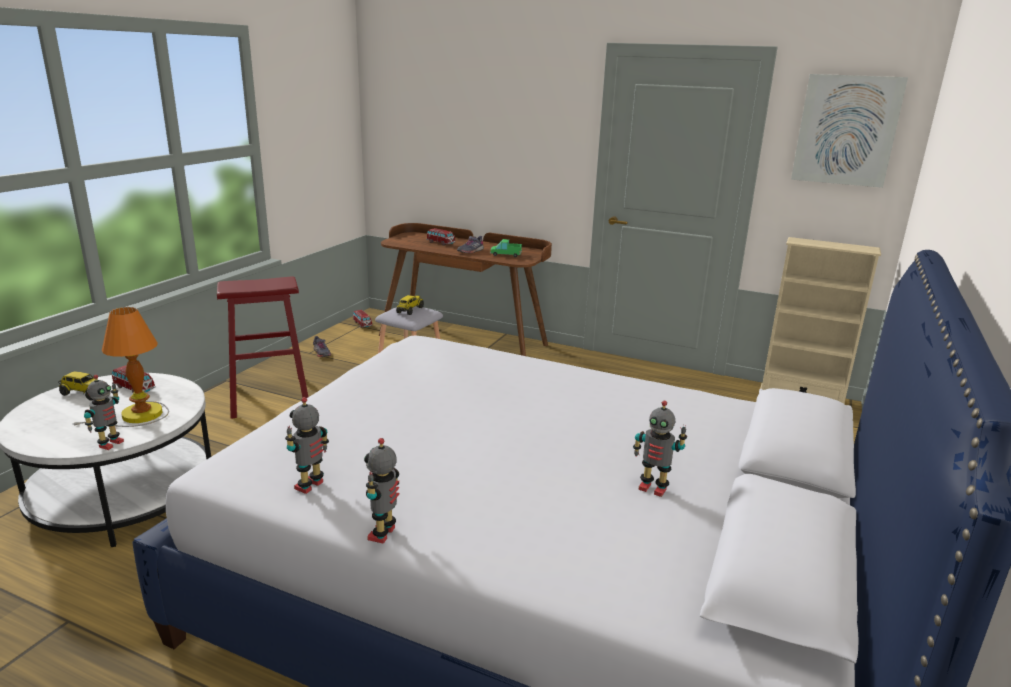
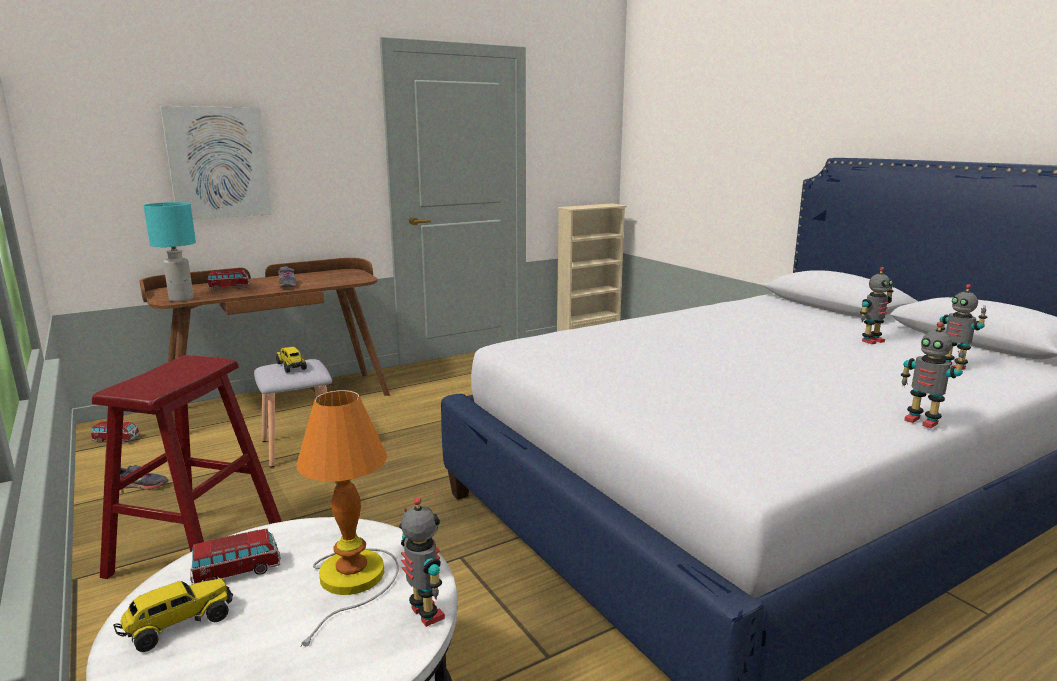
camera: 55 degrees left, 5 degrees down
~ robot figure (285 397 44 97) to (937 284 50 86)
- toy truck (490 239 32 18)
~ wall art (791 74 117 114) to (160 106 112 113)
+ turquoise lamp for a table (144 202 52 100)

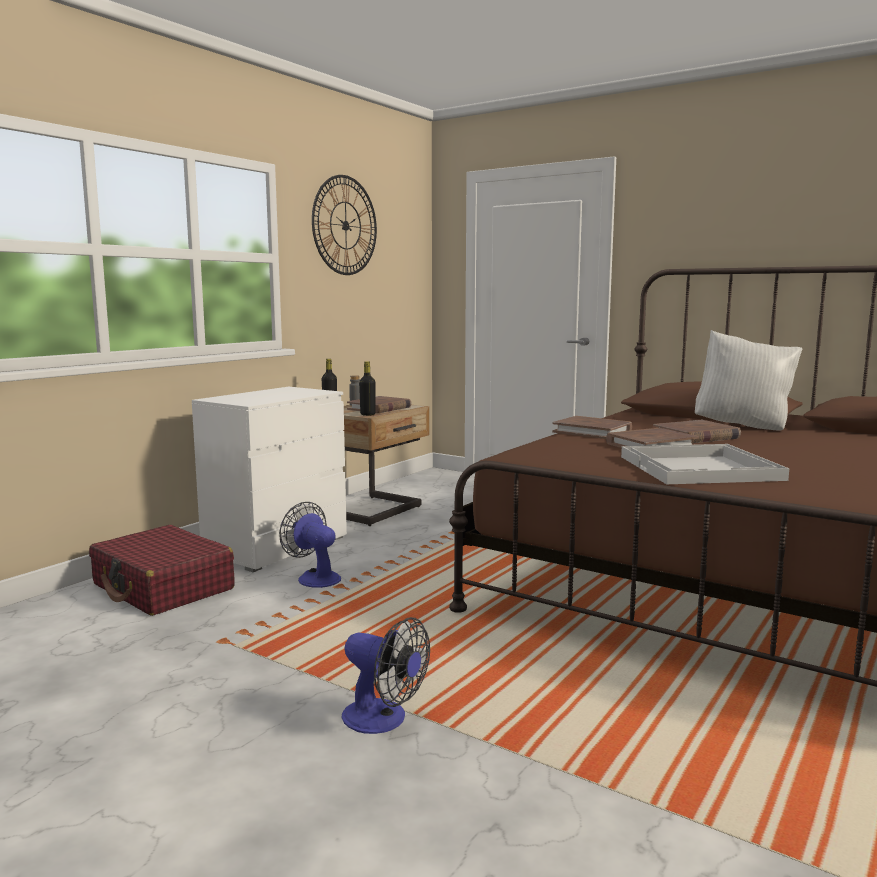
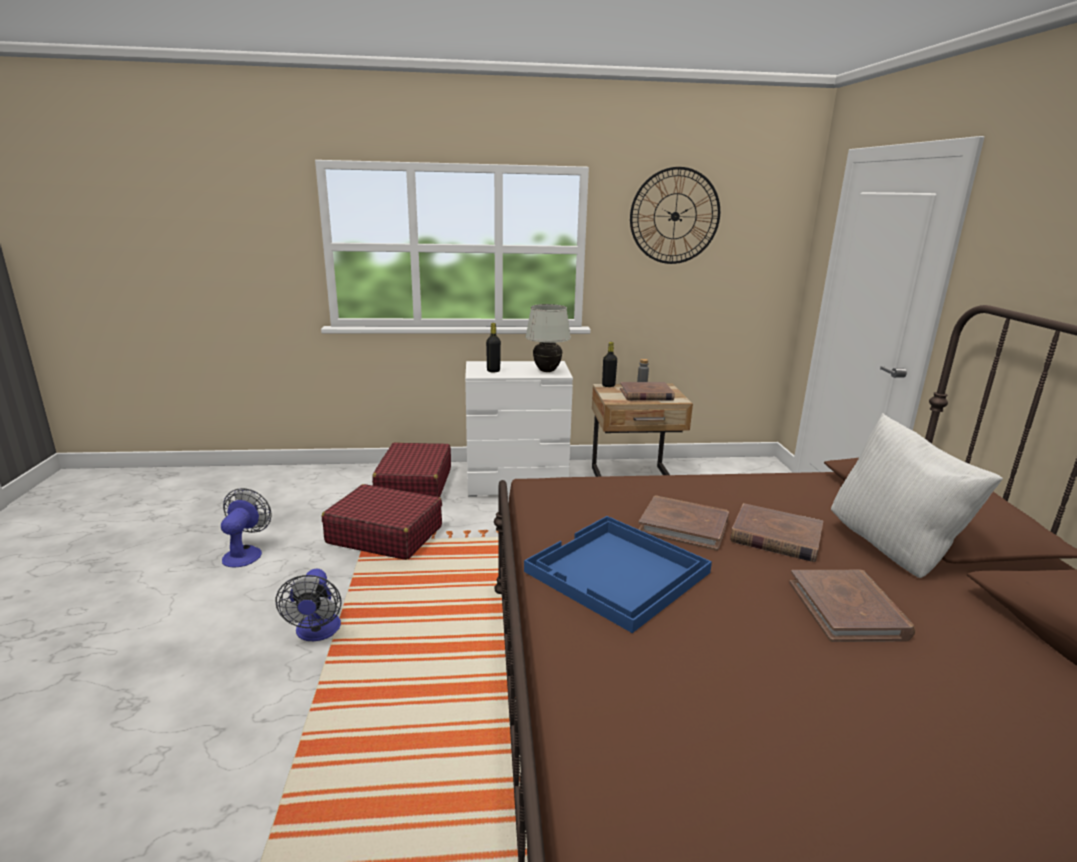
camera: 50 degrees right, 10 degrees up
~ cooling fan (279 502 62 86) to (221 488 51 80)
~ blackish drink bottle (359 361 17 55) to (486 323 15 50)
~ brown book (552 416 80 23) to (789 570 126 72)
~ white carrying tray (621 444 168 40) to blue carrying tray (524 516 188 117)
+ red-coloured travel case (322 484 120 76)
+ white lamp for a table (525 304 46 68)

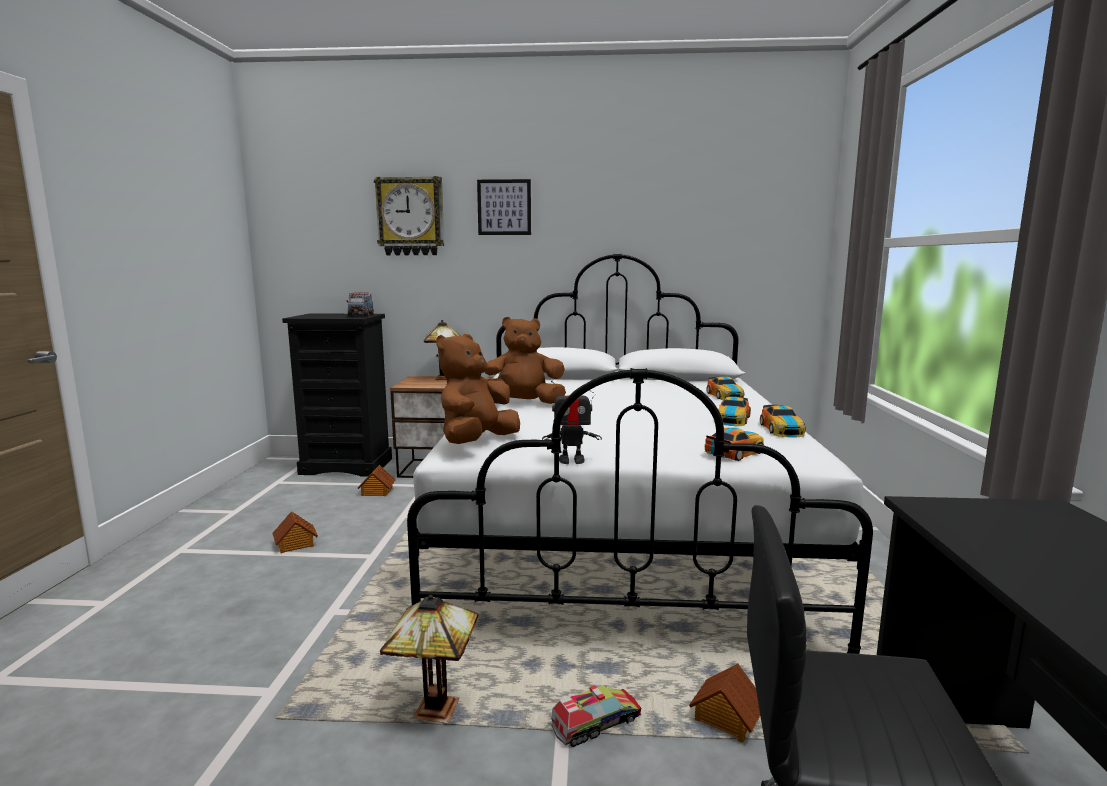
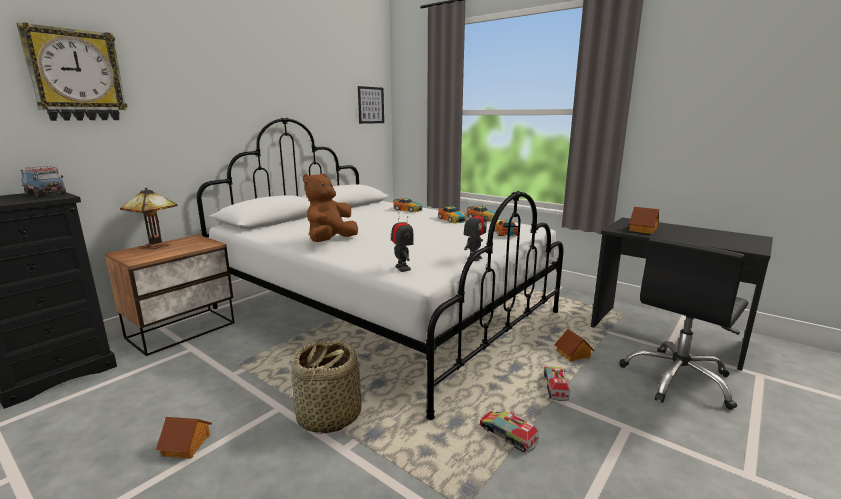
camera: 55 degrees left, 5 degrees up
~ model house (358 465 38 31) to (629 207 31 27)
~ lamp for a table (380 595 98 130) to toy truck (479 411 60 41)
~ brown plush toy (436 334 84 110) to robot figure (391 212 22 60)
~ wall art (477 179 54 56) to (358 86 26 38)
+ basket (291 337 71 97)

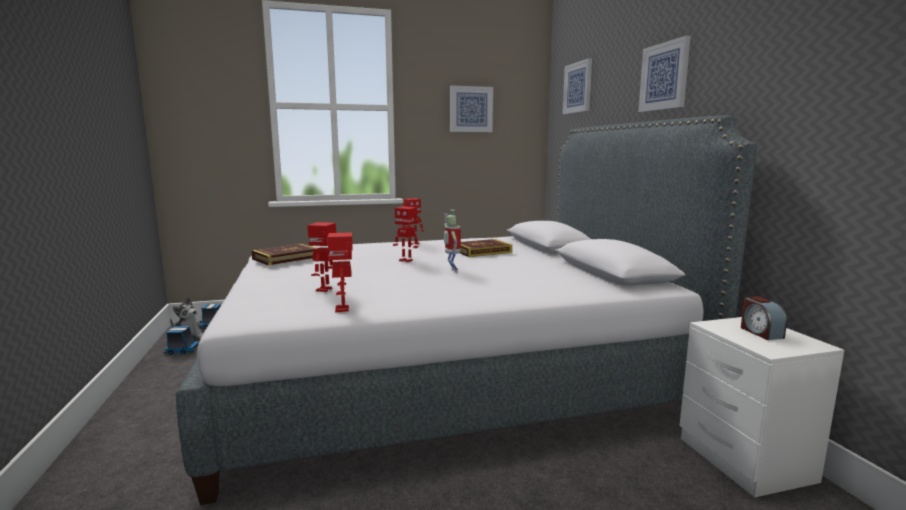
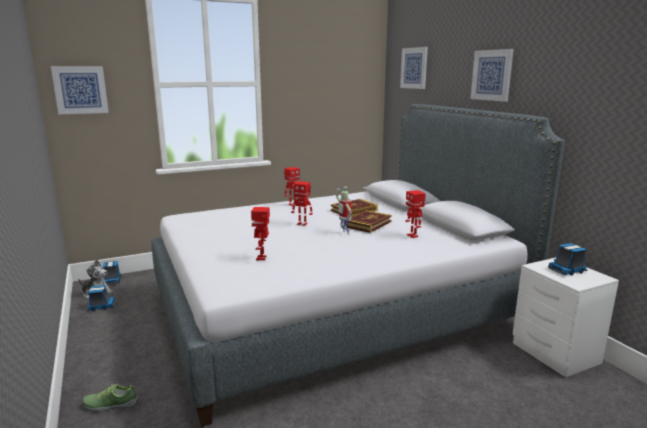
camera: 10 degrees left, 5 degrees up
~ book (251 244 66 21) to (344 210 48 23)
~ robot figure (327 232 26 81) to (405 190 21 48)
~ wall art (450 85 43 47) to (51 66 58 48)
~ table clock (741 296 46 44) to toy truck (548 243 40 33)
+ shoe (82 384 55 28)

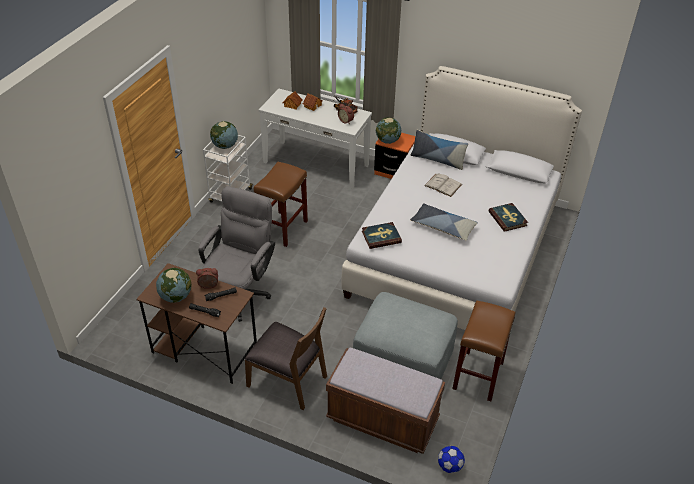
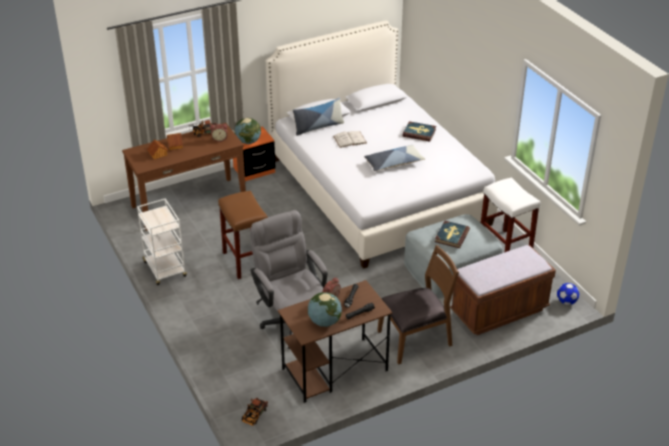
camera: 50 degrees left, 5 degrees down
- desk globe (210 121 28 28)
~ white console table (259 89 113 100) to brown console table (122 123 124 108)
~ book (362 222 40 27) to (435 221 35 27)
~ brown stool (452 300 63 101) to white stool (481 177 59 76)
+ toy truck (242 397 26 29)

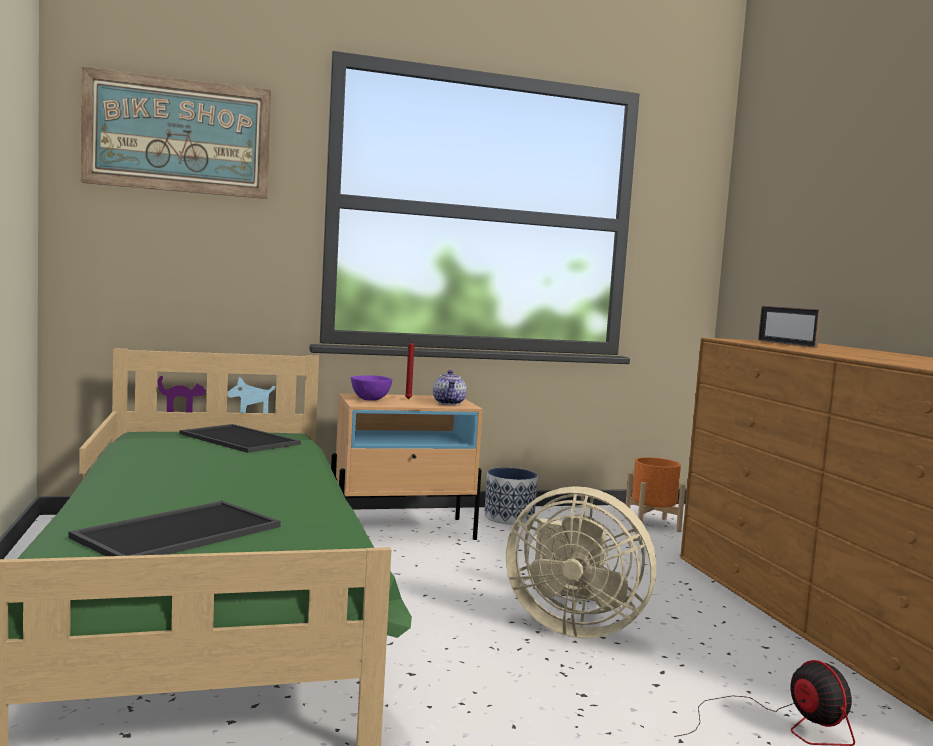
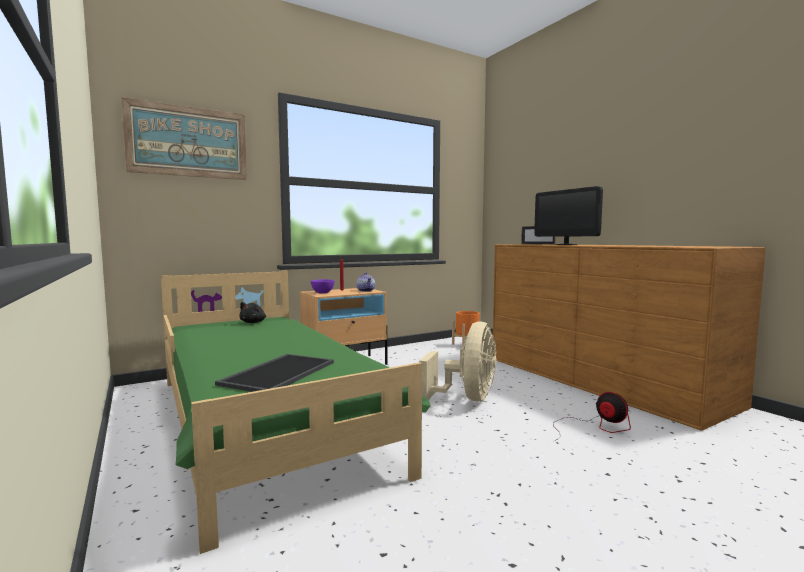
camera: 15 degrees left, 0 degrees up
~ carrying tray (180 424 121 29) to blackish plush toy (239 302 27 21)
- flower pot (484 468 54 57)
~ beige cooling fan (506 486 150 153) = (419 321 78 80) 75 degrees counterclockwise
+ computer screen (534 186 69 59)

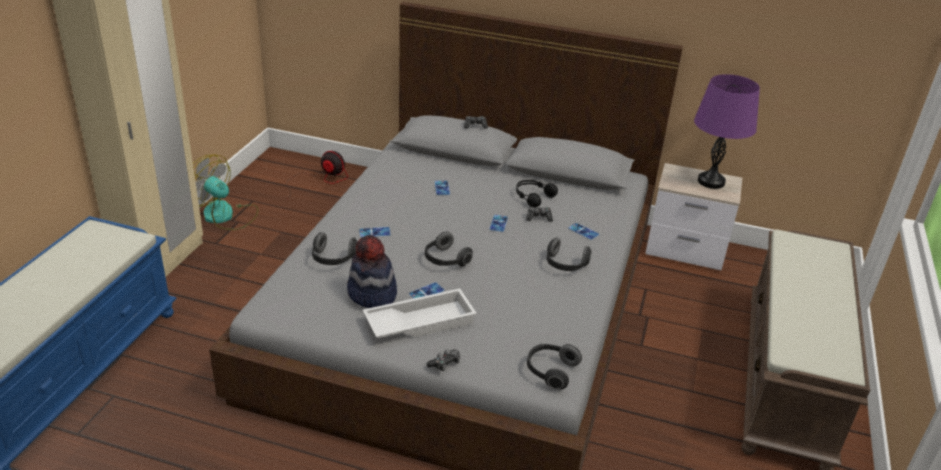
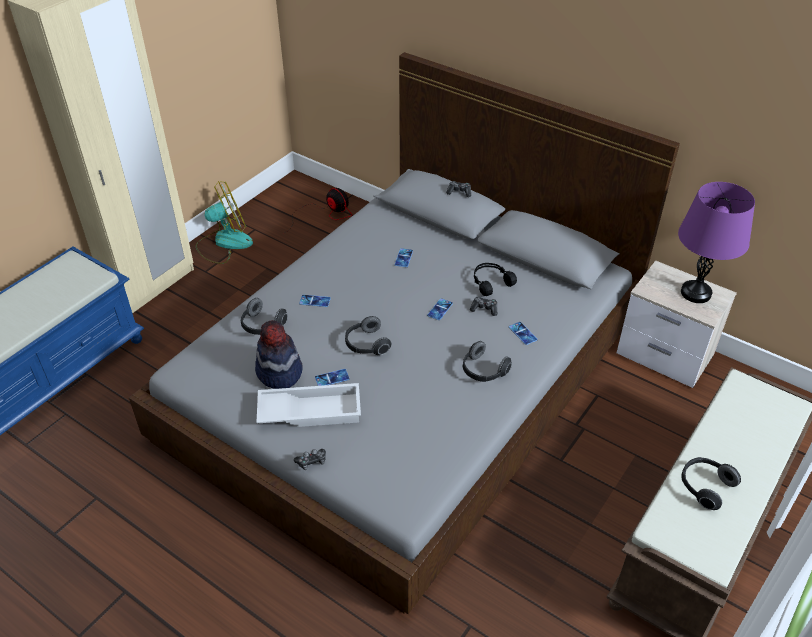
camera: 20 degrees right, 10 degrees up
~ cooling fan (193 155 65 75) = (196 181 57 83) 105 degrees clockwise
~ headphones (527 344 55 46) to (681 457 60 53)

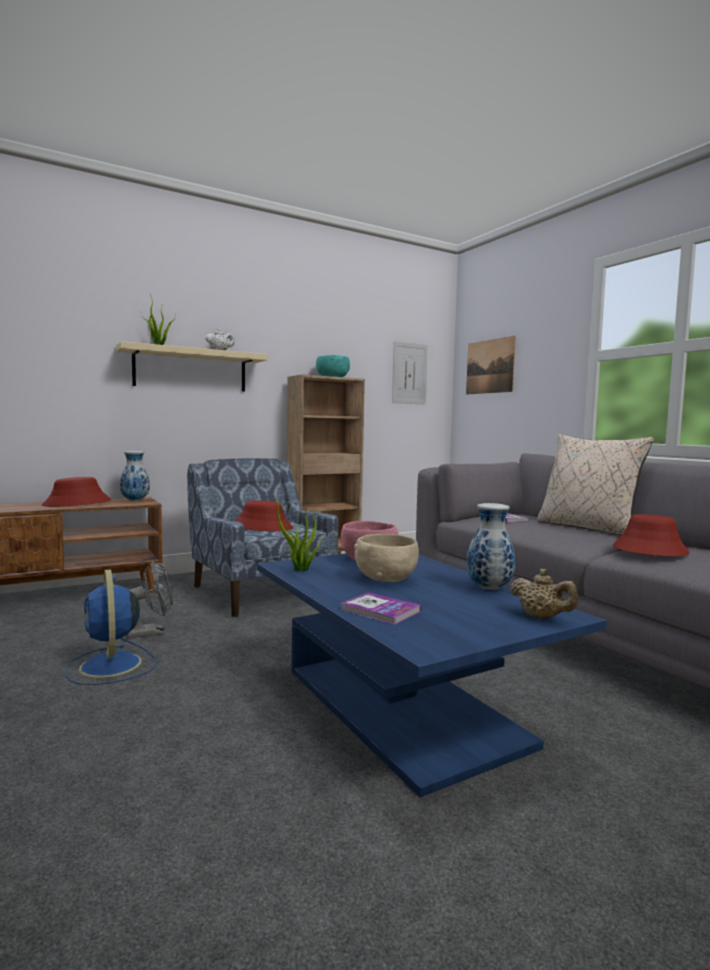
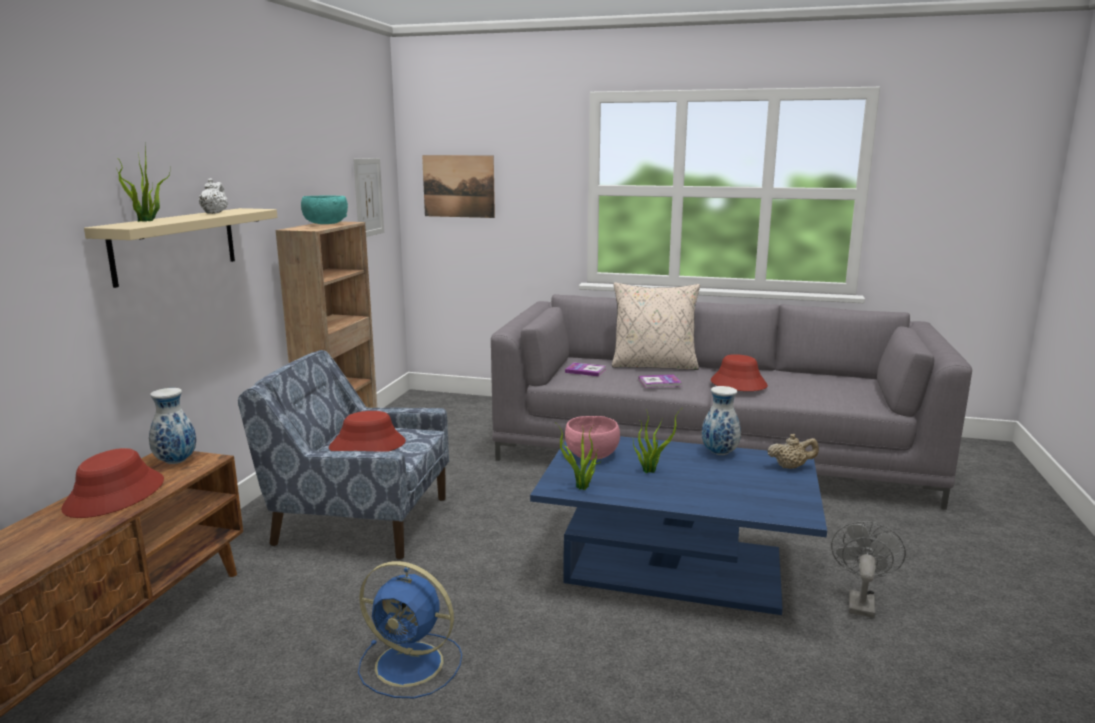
camera: 45 degrees left, 10 degrees up
~ grey cooling fan (127 561 47 77) to (831 521 75 97)
~ book (341 592 80 33) to (639 374 43 14)
~ beige serving bowl (354 534 65 48) to houseplant (633 409 47 64)

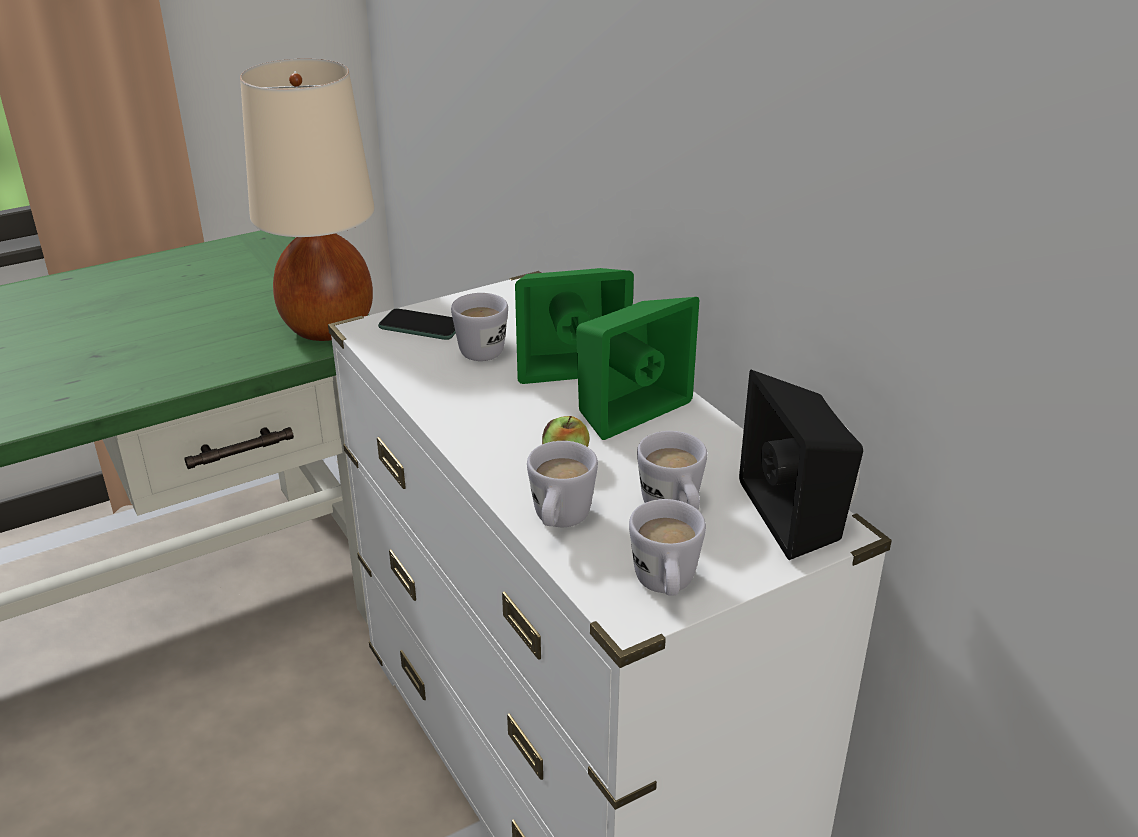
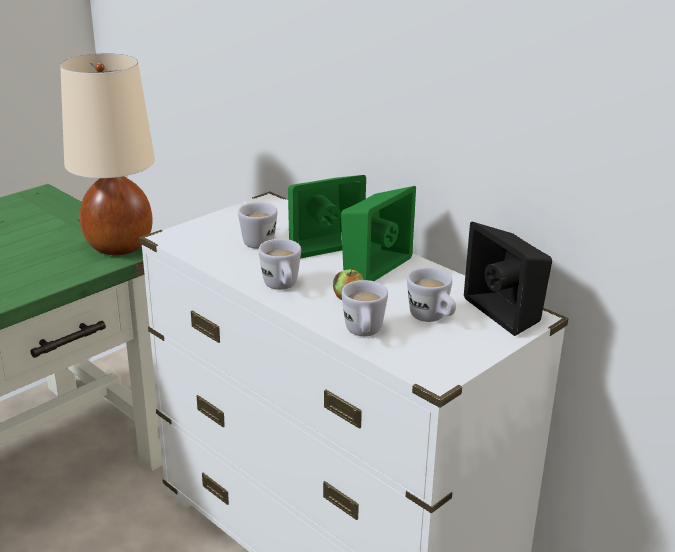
camera: 15 degrees left, 5 degrees down
- phone (378 309 78 31)
~ white mug (629 499 77 97) to (258 239 43 51)

